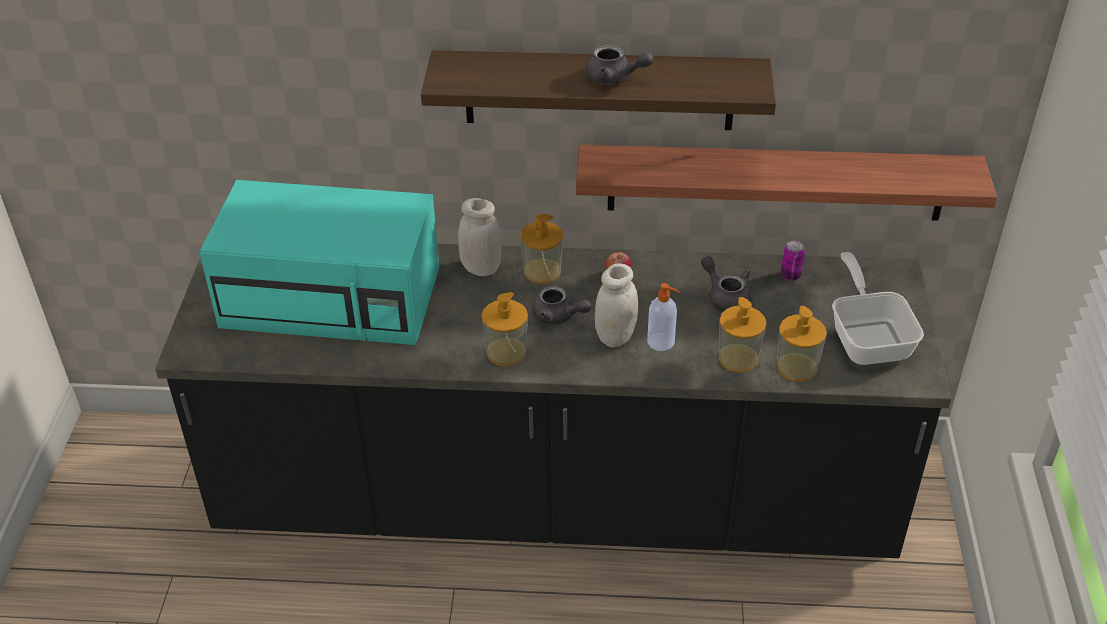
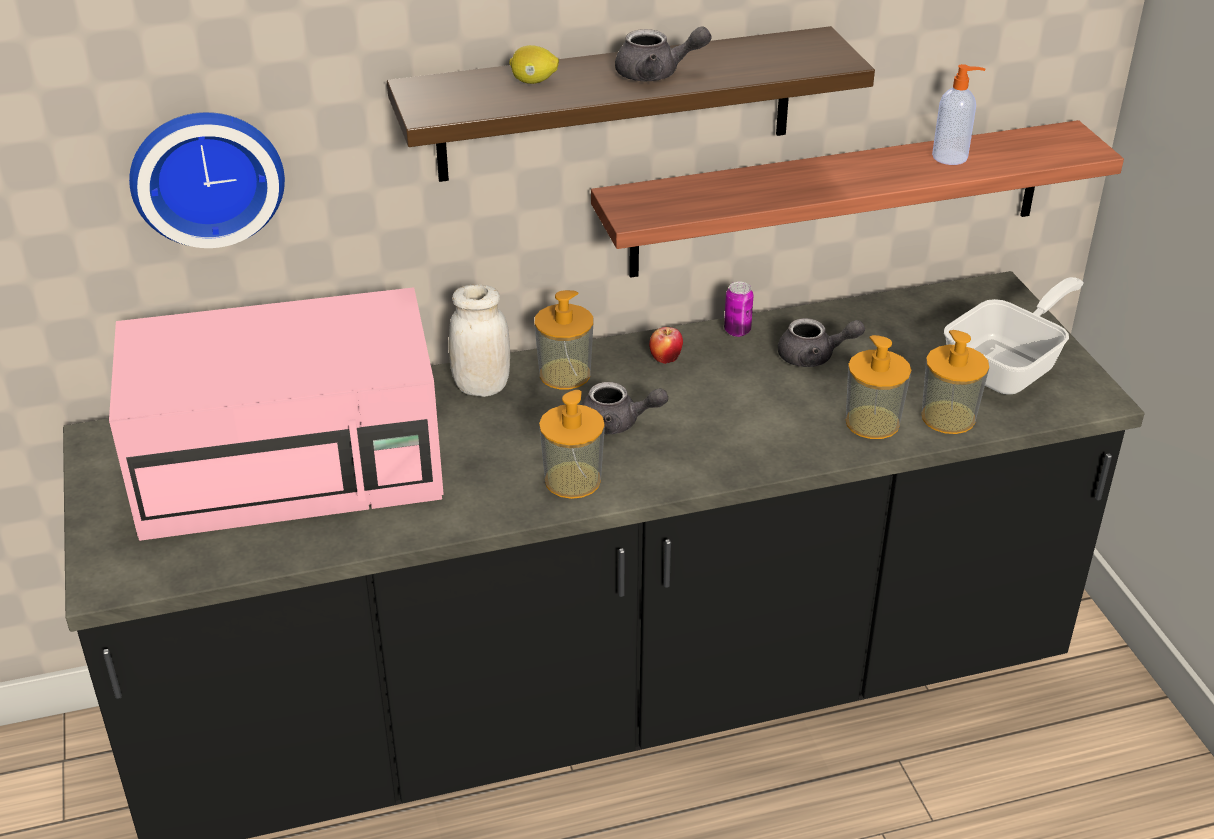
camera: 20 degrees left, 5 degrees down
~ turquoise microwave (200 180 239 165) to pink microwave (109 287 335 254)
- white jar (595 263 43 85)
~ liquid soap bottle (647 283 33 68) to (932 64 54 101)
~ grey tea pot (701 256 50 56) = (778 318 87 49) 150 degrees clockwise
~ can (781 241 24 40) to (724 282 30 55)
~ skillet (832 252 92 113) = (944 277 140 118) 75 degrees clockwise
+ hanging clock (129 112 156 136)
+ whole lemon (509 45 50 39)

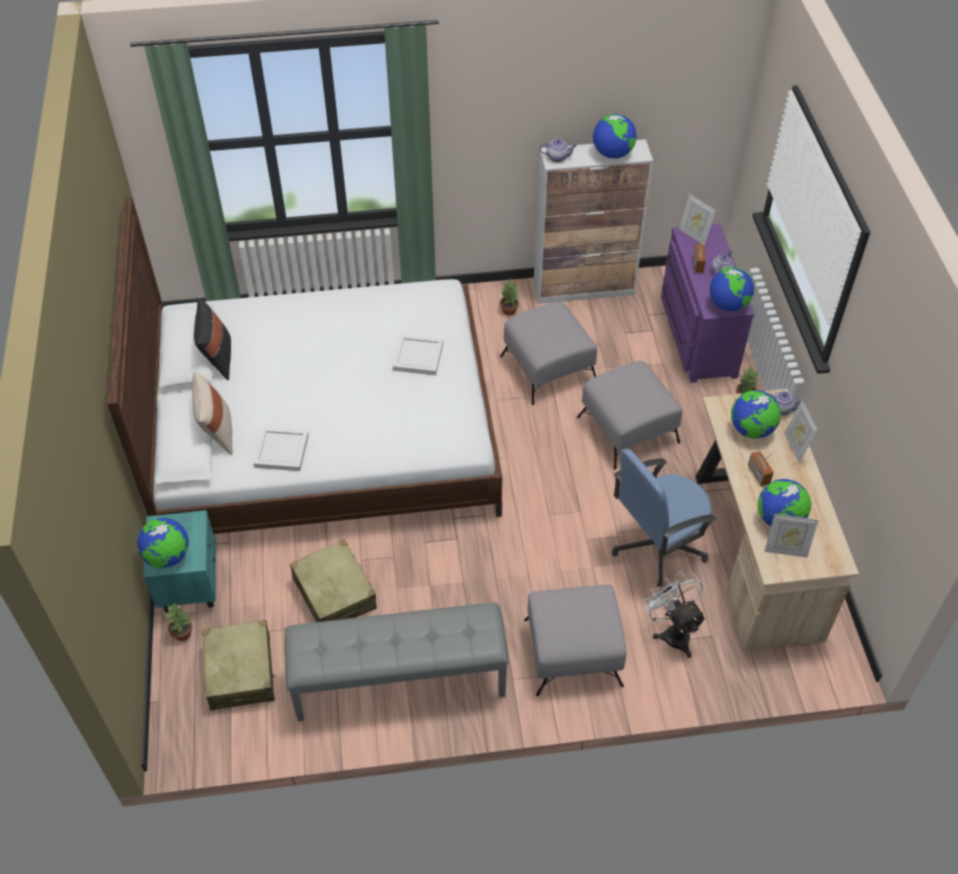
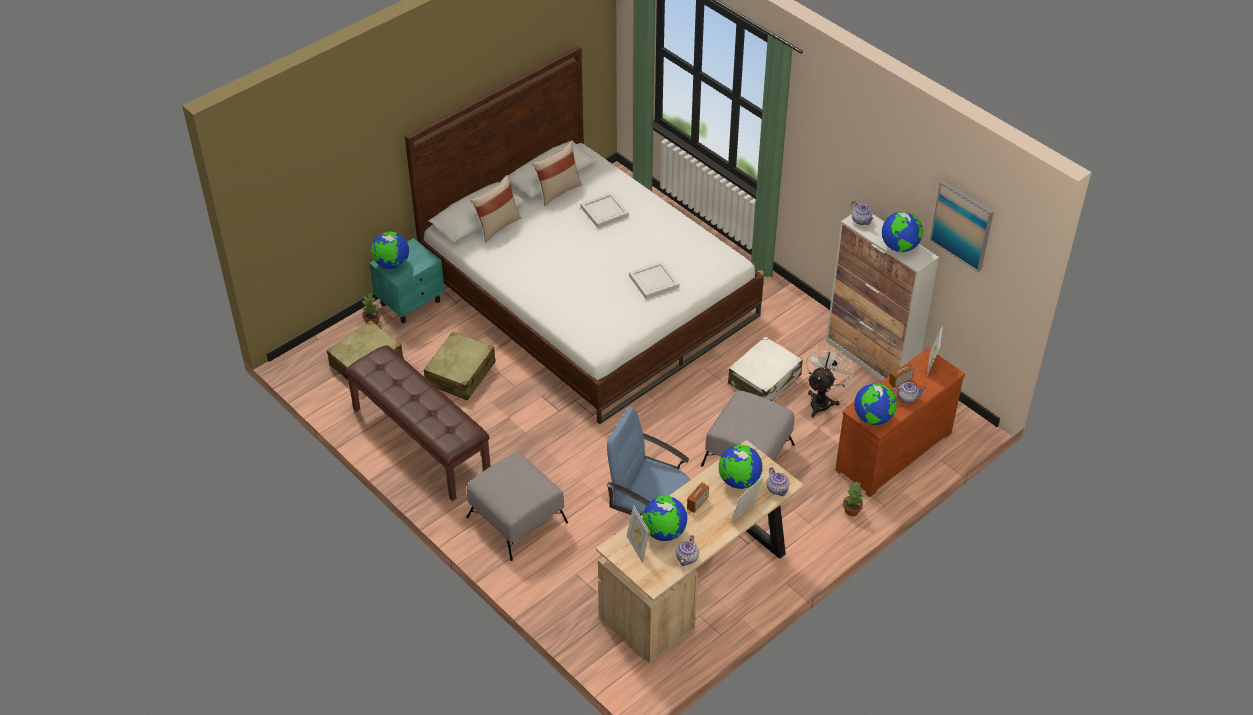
camera: 55 degrees right, 5 degrees down
~ blackish pillow (194 299 37 81) to beige pillow (532 142 50 64)
~ white carrying tray (253 428 56 43) to (581 192 48 36)
~ grey indoor bench (284 603 225 119) to brown indoor bench (345 345 146 156)
- houseplant (500 278 19 38)
~ grey pouffe (500 302 97 103) to white travel case (728 336 75 65)
~ white cooling fan (643 571 63 87) to (806 345 48 72)
~ purple-coloured drawer chest (661 224 93 159) to brown drawer chest (835 348 130 149)
+ tea pot (676 535 23 31)
+ wall art (930 180 64 92)

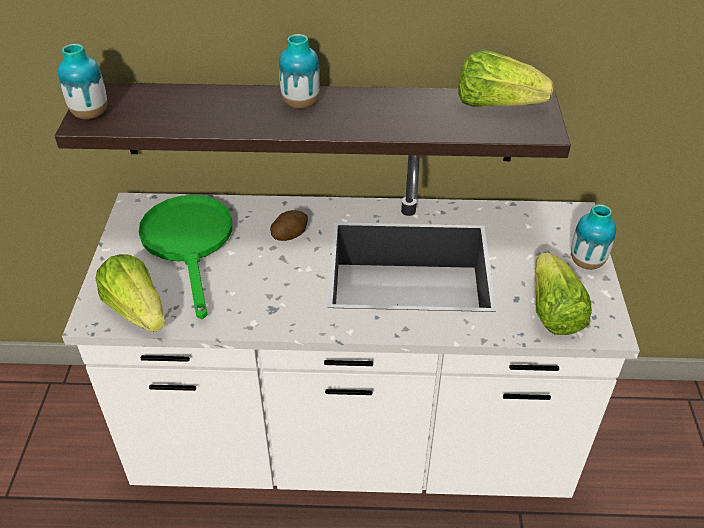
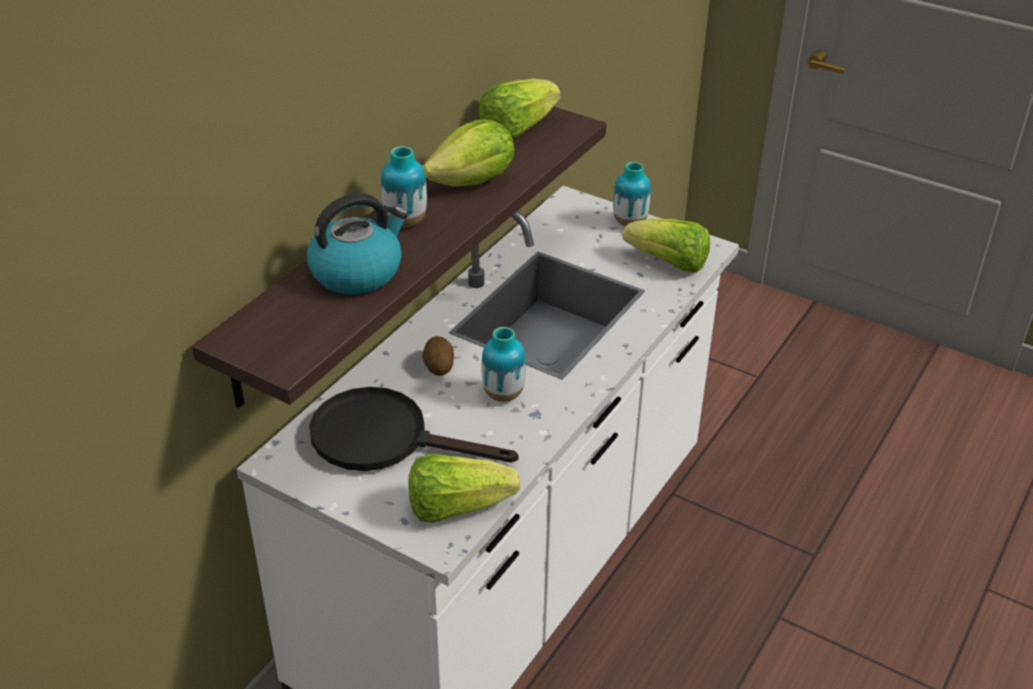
camera: 60 degrees left, 5 degrees down
~ decorative vase (58 43 49 76) to (482 327 44 75)
~ greenish skillet (139 195 93 124) to blackish skillet (309 387 209 84)
+ water kettle (307 193 101 101)
+ lettuce (422 119 92 68)

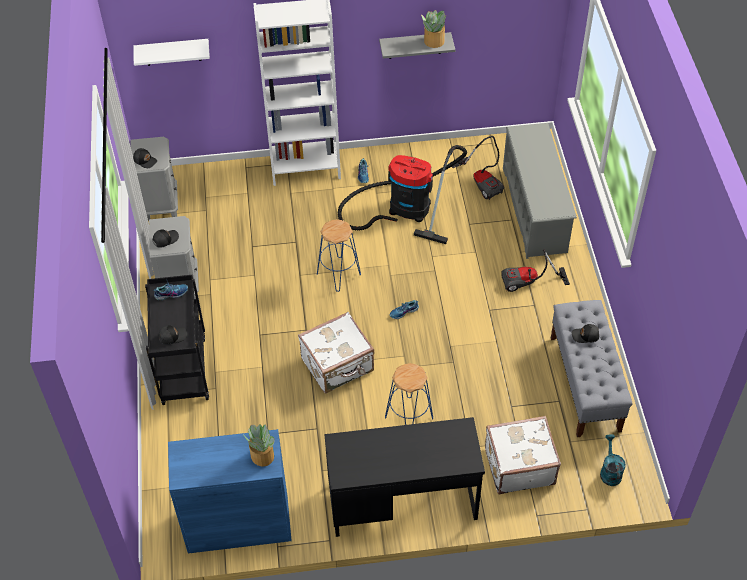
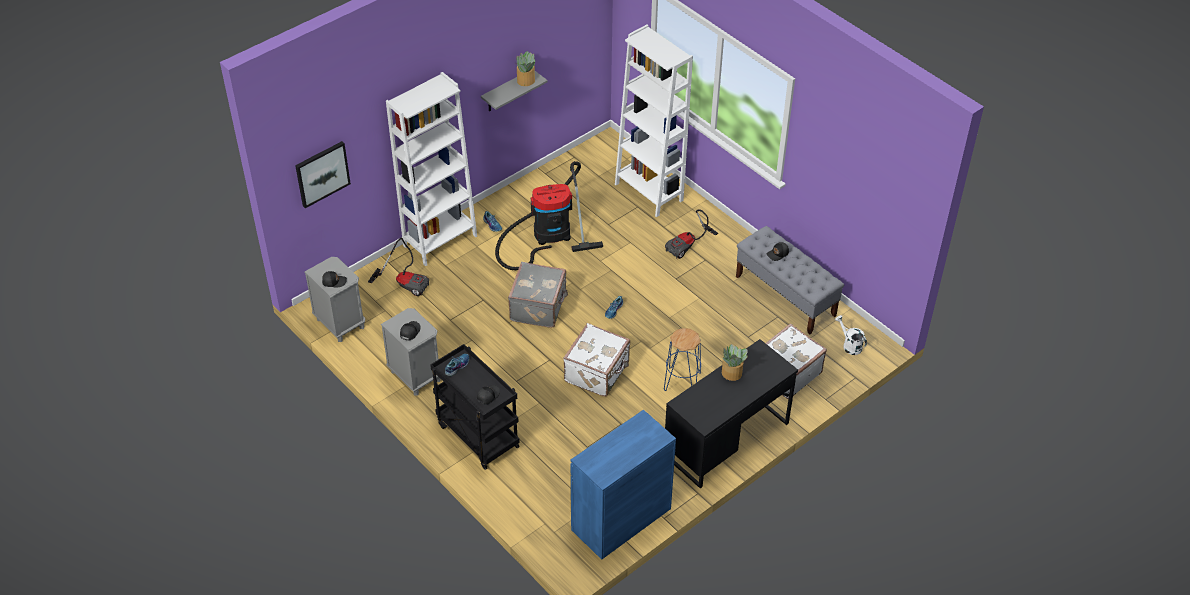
camera: 35 degrees left, 5 degrees down
~ white bracket shelf (134 39 76 27) to wall art (295 141 56 67)
~ houseplant (244 424 31 43) to (722 344 26 37)
~ blue stool (317 219 44 73) to grey travel case (508 262 60 66)
~ hoover (452 136 52 64) to (368 238 61 58)
~ grey shoe rack (503 123 74 136) to white bookshelf (615 25 78 192)
~ turquoise sprinkling can (600 434 26 52) to white sprinkling can (835 315 32 40)

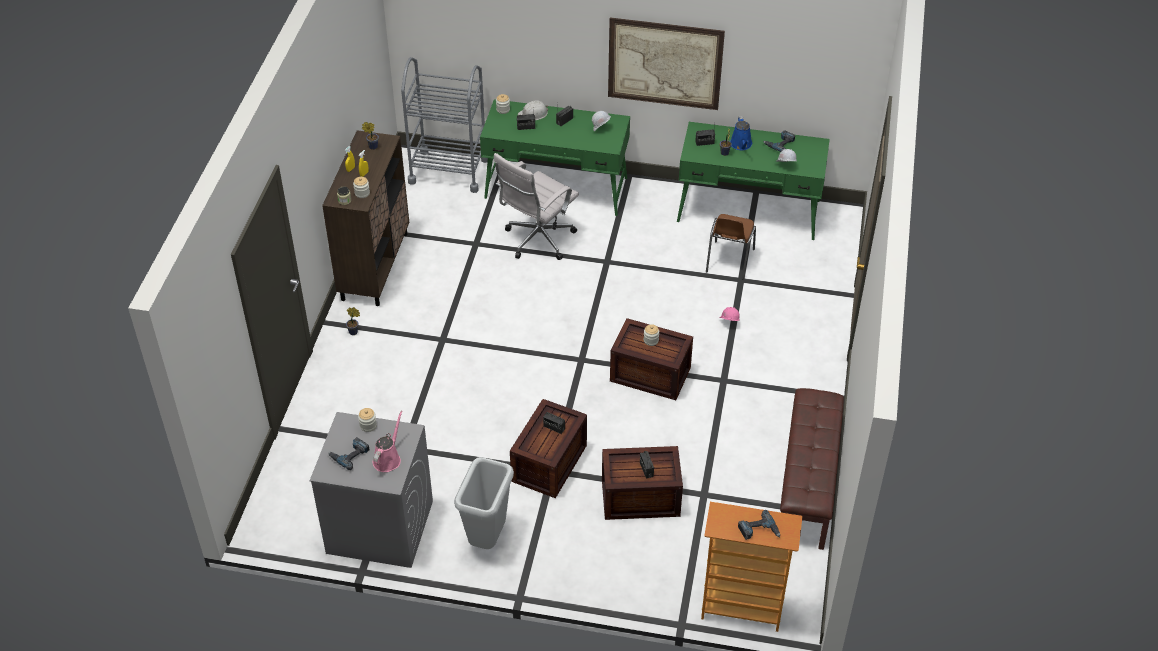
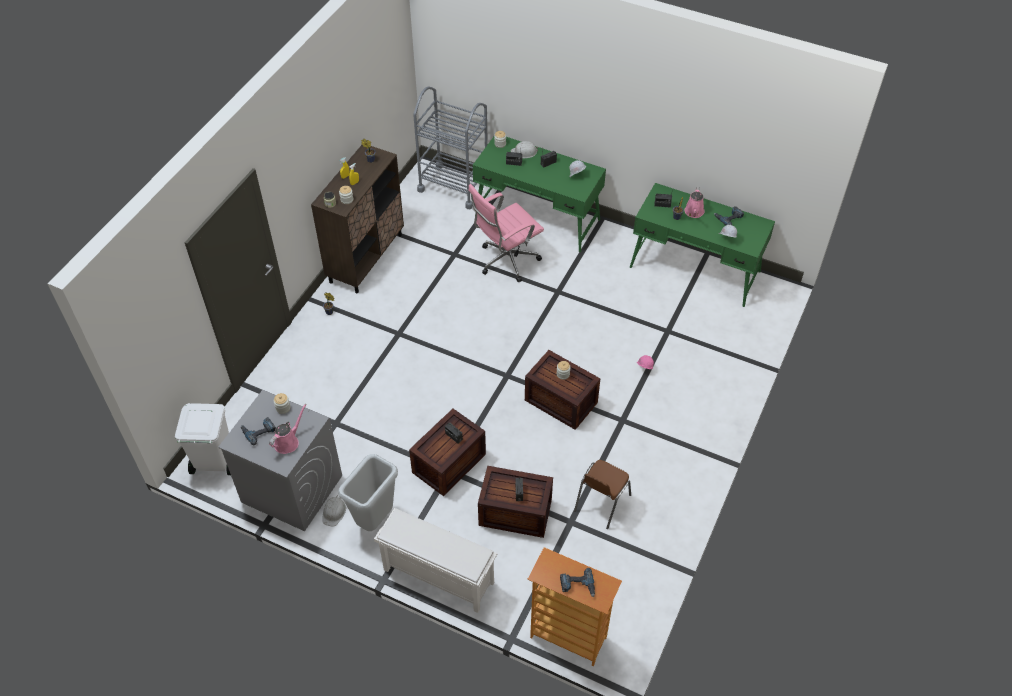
camera: 15 degrees right, 5 degrees up
~ white desk chair (494 153 85 107) to pink desk chair (468 184 76 98)
- wall art (608 17 117 93)
~ brown upright chair (706 214 50 66) to (574 460 57 69)
~ blue sprinkling can (730 116 22 34) to pink sprinkling can (684 187 21 31)
- brown indoor bench (780 388 64 162)
+ white rubbish bin (175 403 56 72)
+ white hard hat (322 495 24 32)
+ white shoe rack (374 508 123 105)

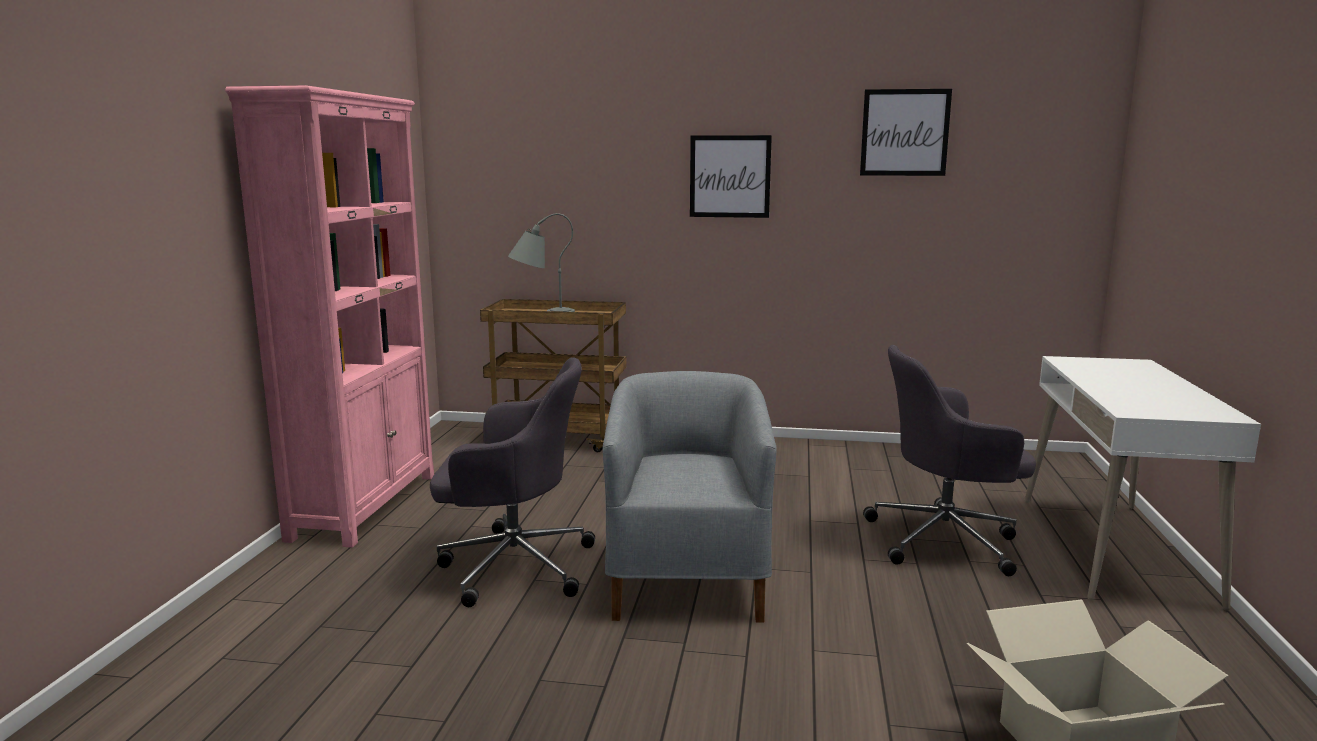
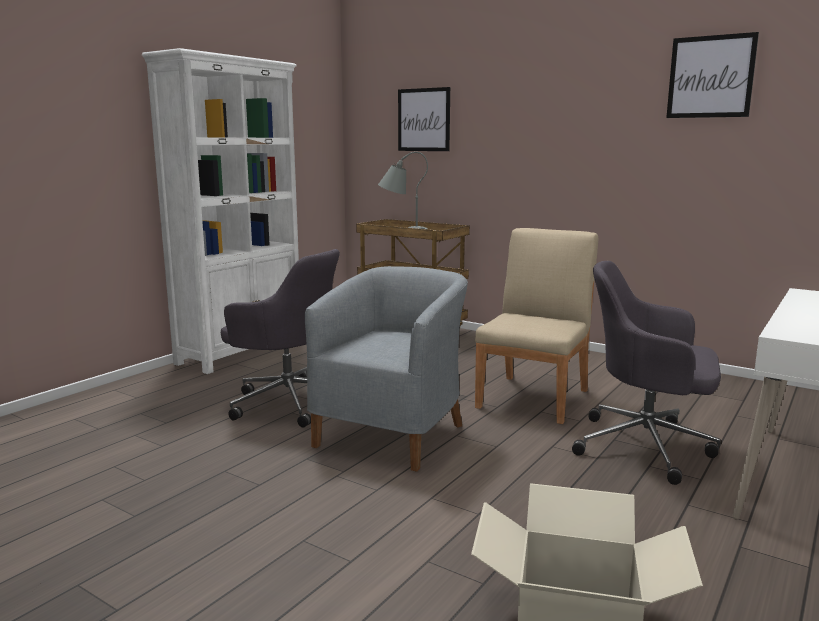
camera: 25 degrees right, 0 degrees up
~ pink bookshelf (225 85 209 463) to white bookshelf (142 48 157 326)
~ wall art (690 135 82 83) to (398 87 52 64)
+ beige upright chair (475 228 123 196)

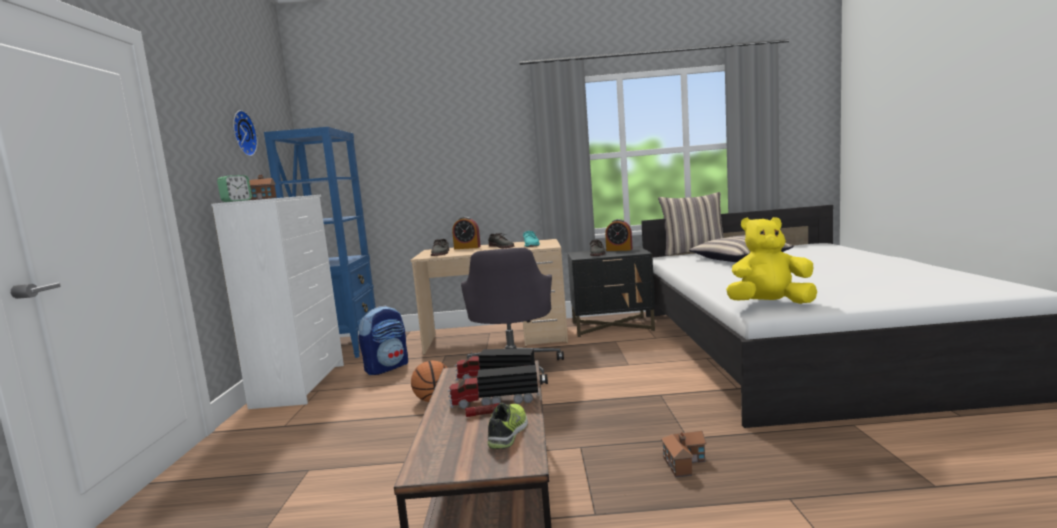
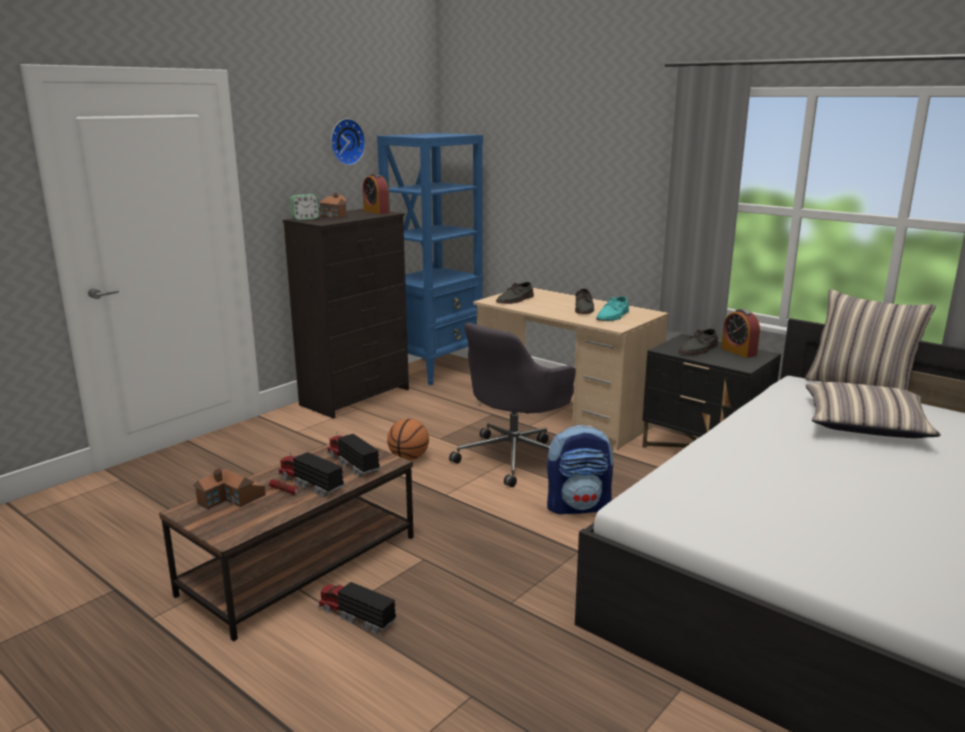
camera: 40 degrees right, 10 degrees up
~ white drawer chest (211 195 133 214) to blackish drawer chest (283 209 126 210)
~ backpack (358 306 50 69) to (547 425 66 89)
~ table clock (452 217 29 32) to (363 173 26 41)
- shoe (488 403 40 46)
~ model house (661 431 45 46) to (193 468 73 41)
- yellow plush toy (726 217 91 87)
+ toy truck (318 582 79 52)

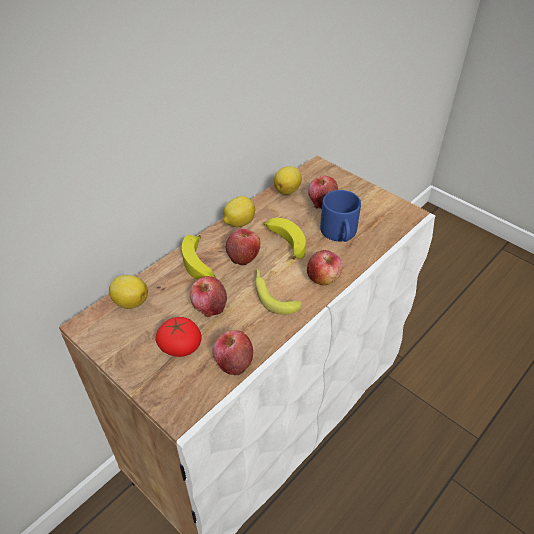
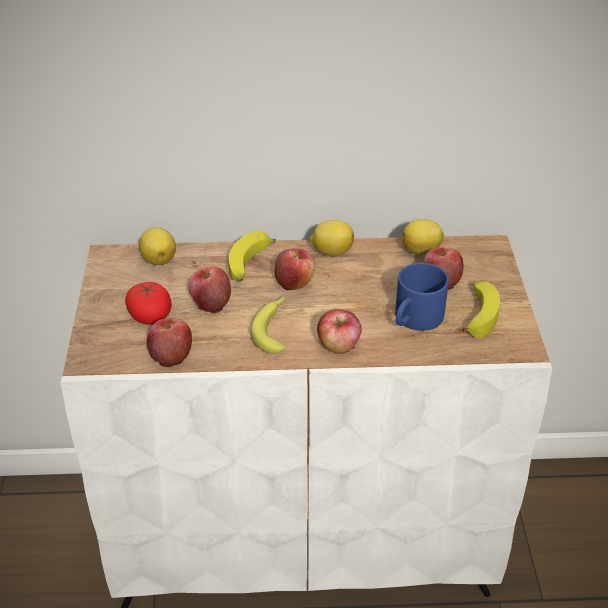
camera: 45 degrees right, 5 degrees down
~ banana (264 218 42 42) to (462 281 38 57)

